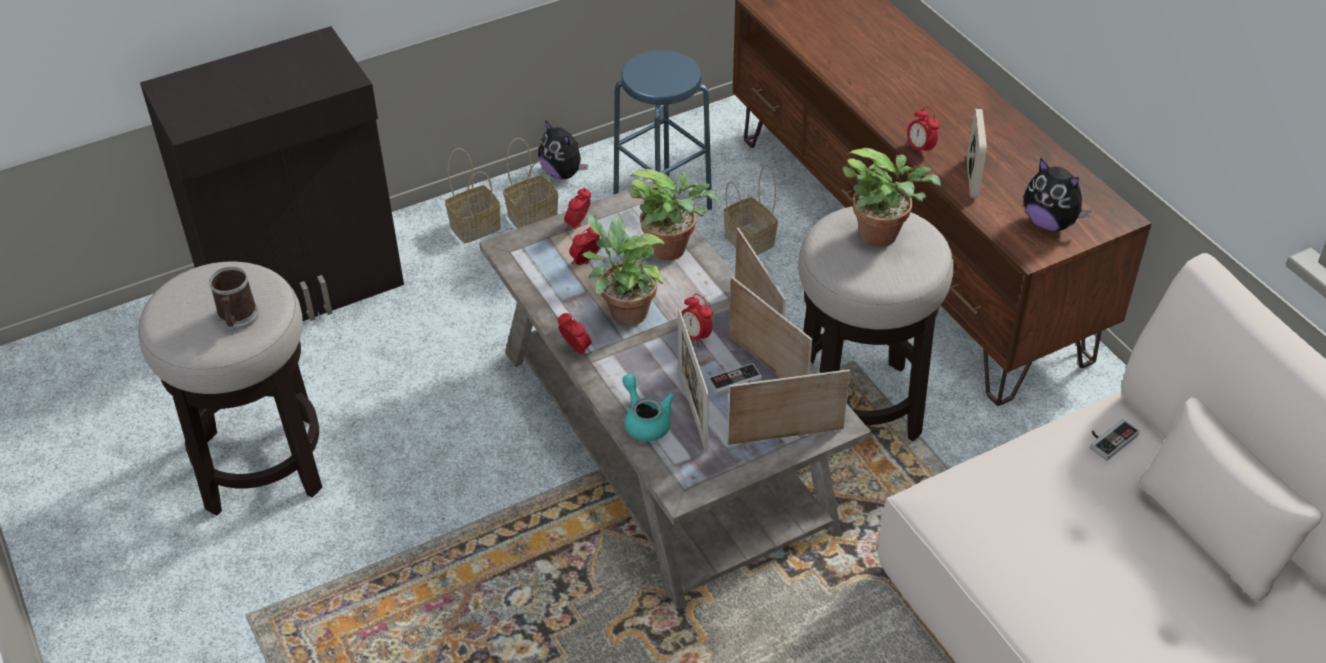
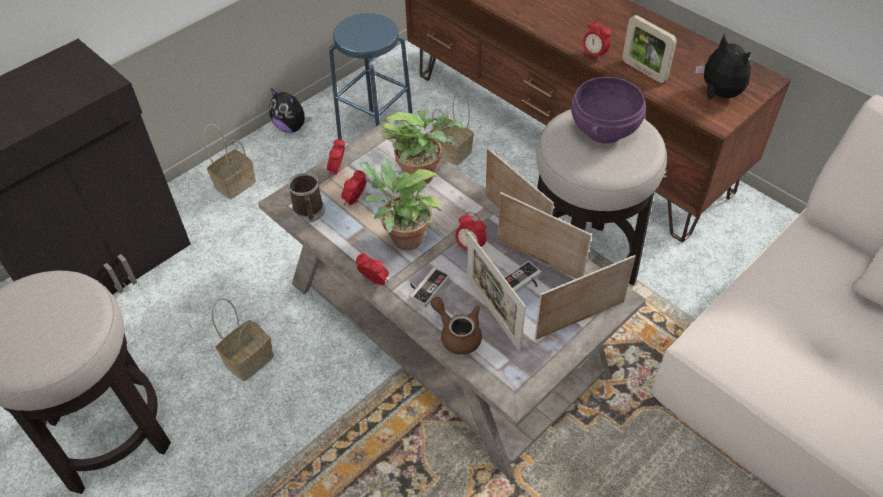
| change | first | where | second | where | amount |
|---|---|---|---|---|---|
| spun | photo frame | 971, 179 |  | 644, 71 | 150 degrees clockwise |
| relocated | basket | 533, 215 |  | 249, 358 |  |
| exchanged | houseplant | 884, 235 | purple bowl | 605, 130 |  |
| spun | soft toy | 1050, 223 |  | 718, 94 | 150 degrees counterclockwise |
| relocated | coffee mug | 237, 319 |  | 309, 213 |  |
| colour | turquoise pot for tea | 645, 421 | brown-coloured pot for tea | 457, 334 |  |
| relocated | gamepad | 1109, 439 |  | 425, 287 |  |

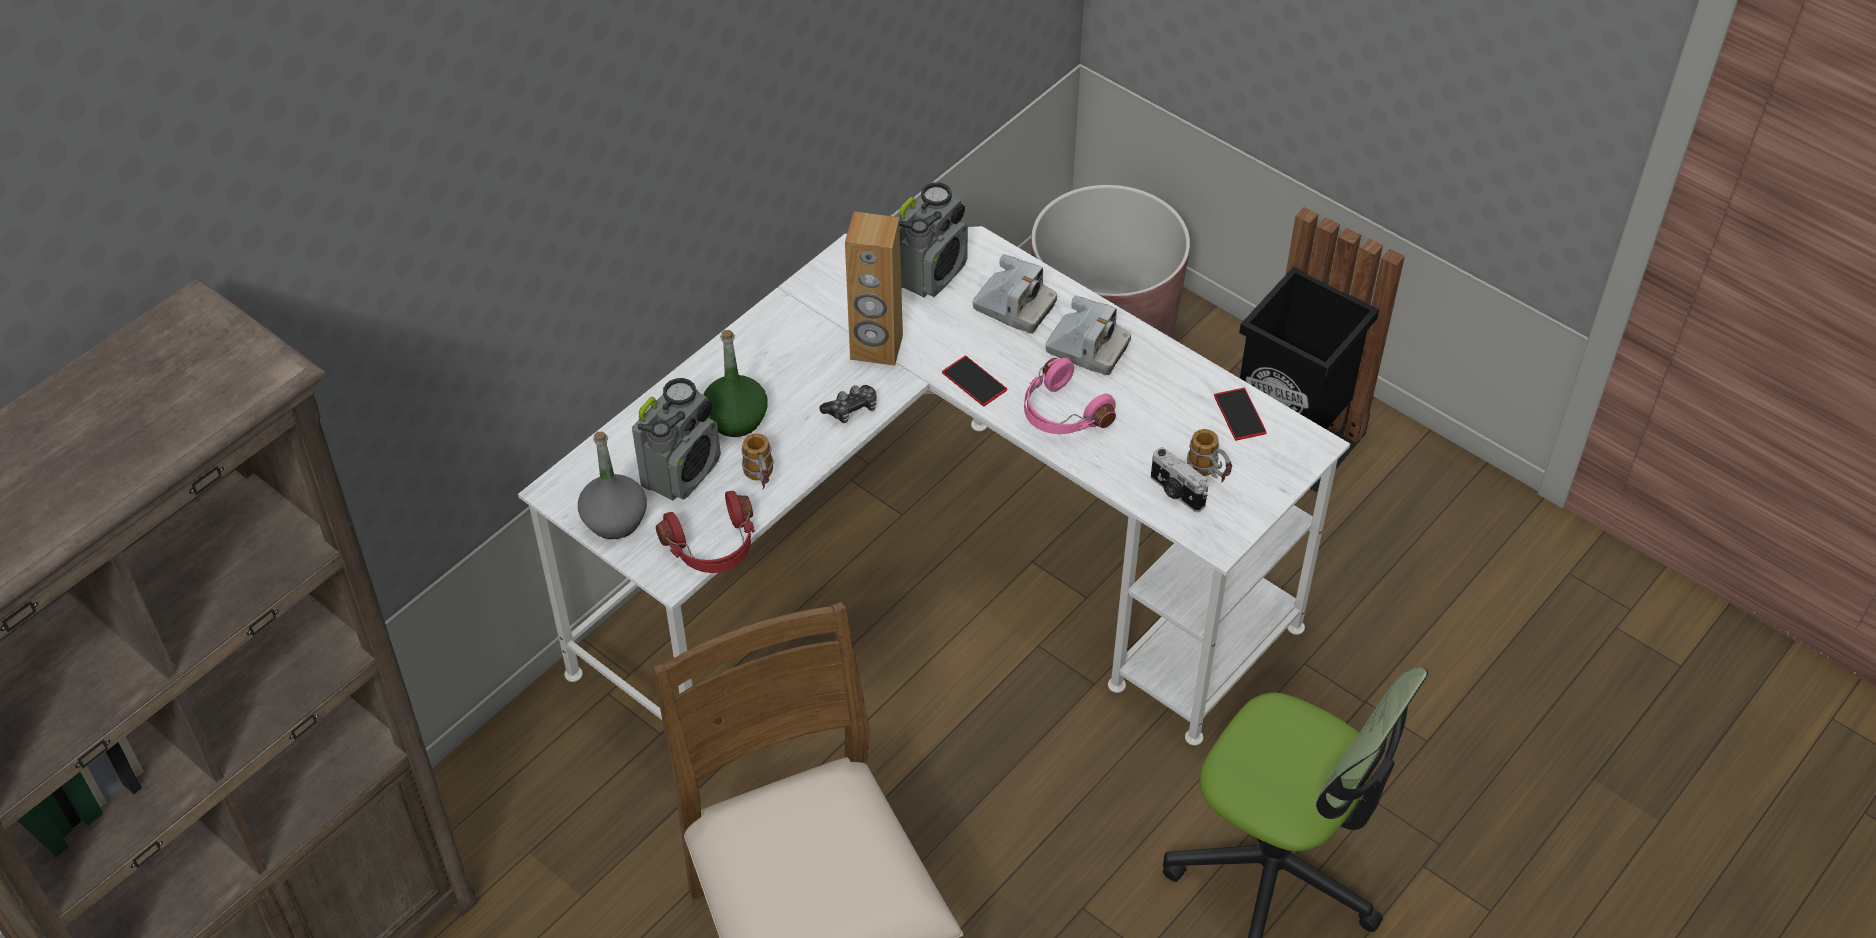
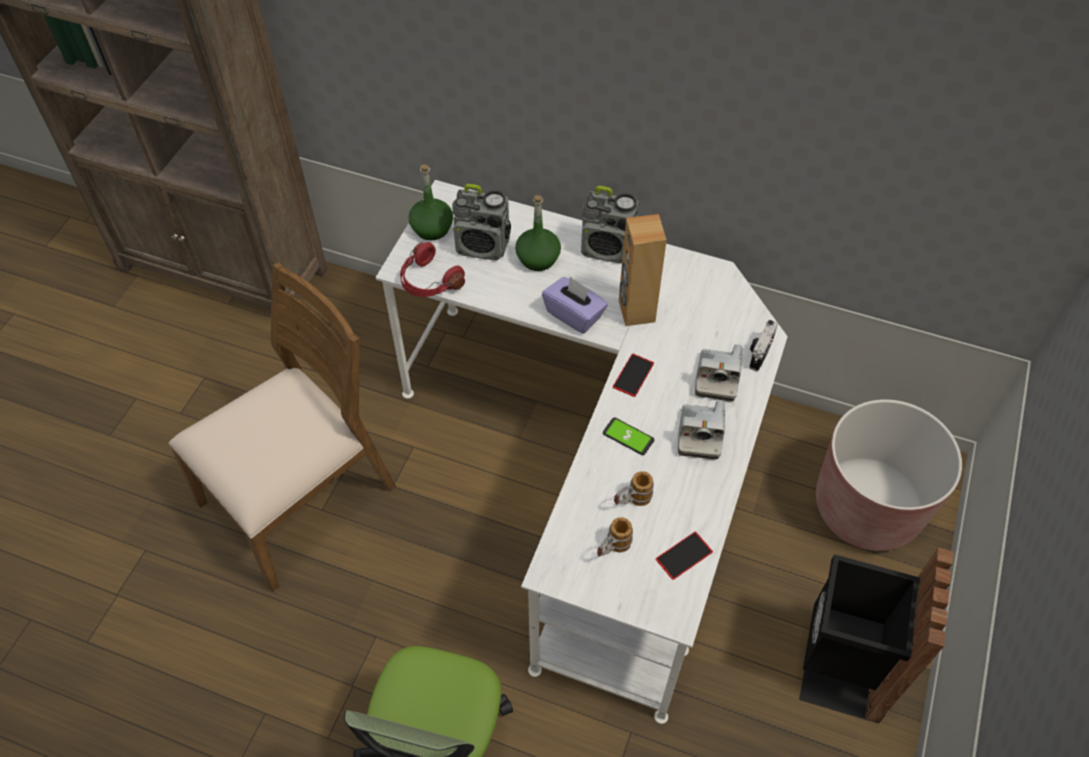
| change | first | where | second | where | amount |
|---|---|---|---|---|---|
| relocated | radio set | 931, 273 |  | 607, 249 |  |
| exchanged | pink pair of headphones | 1062, 413 | telephone | 628, 436 |  |
| exchanged | gamepad | 851, 409 | purple tissue holder | 574, 314 |  |
| colour | greyish beverage bottle | 614, 519 | green-coloured beverage bottle | 432, 228 |  |
| relocated | coffee mug | 761, 480 |  | 631, 502 |  |
| relocated | still camera | 1176, 492 |  | 759, 352 |  |

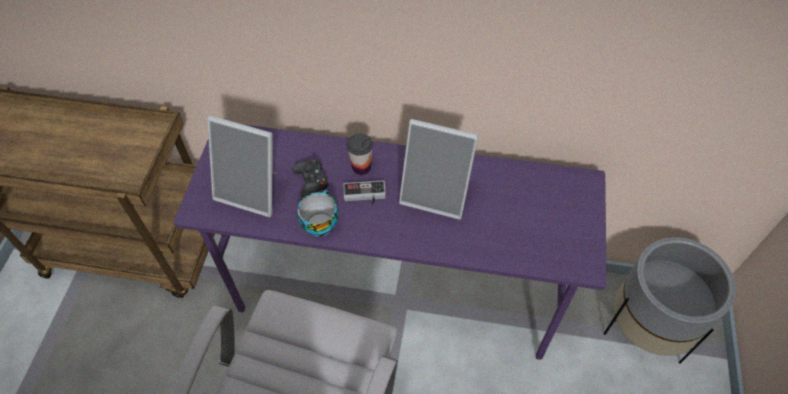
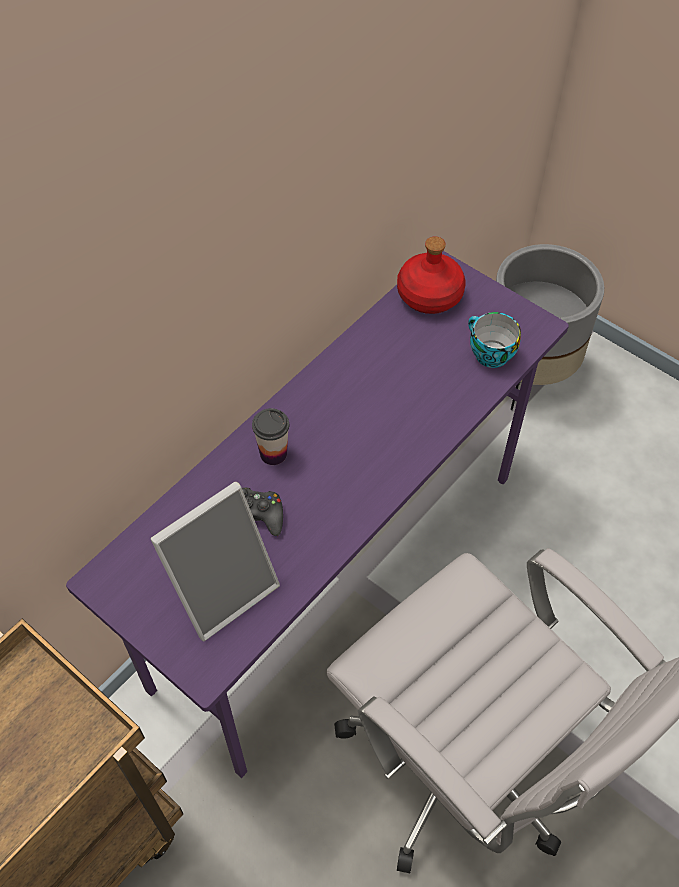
| change | first | where | second | where | amount |
|---|---|---|---|---|---|
| missing | photo frame | 436, 194 |  |  |  |
| missing | gamepad | 364, 196 |  |  |  |
| relocated | cup | 319, 223 |  | 488, 354 |  |
| appeared |  |  | red beverage bottle | 429, 296 |  |

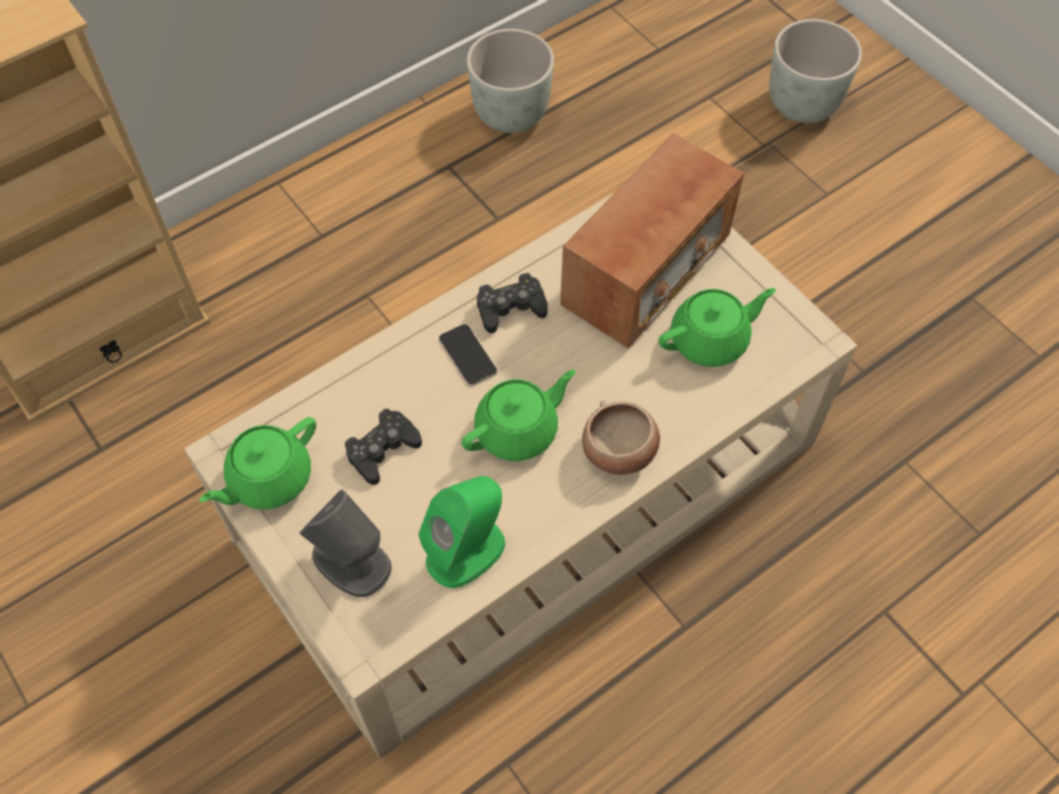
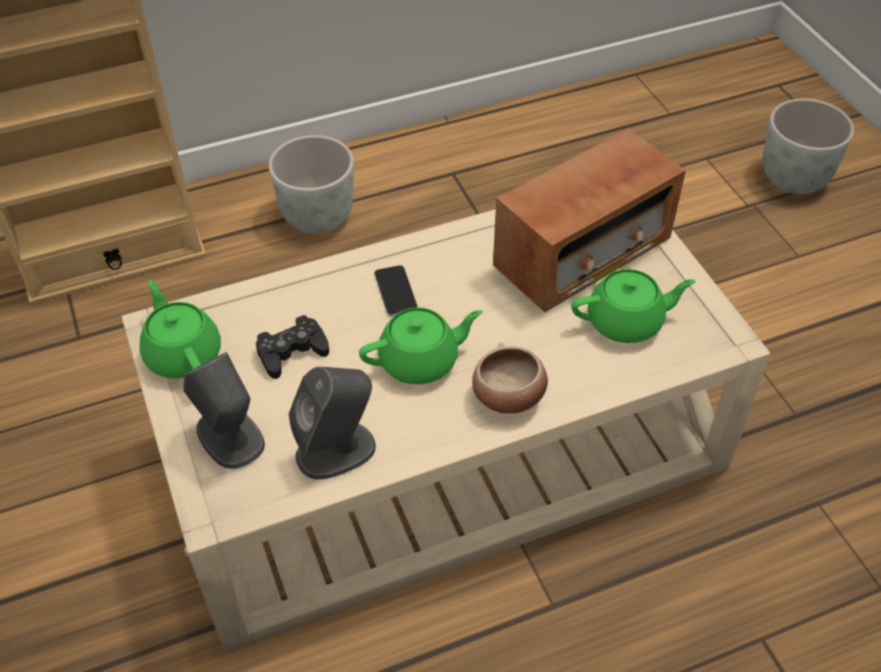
| change | first | where | second | where | amount |
|---|---|---|---|---|---|
| relocated | greyish flower pot | 512, 114 |  | 319, 217 |  |
| missing | blackish gamepad | 510, 308 |  |  |  |
| spun | green-coloured pot for tea | 268, 479 |  | 183, 354 | 90 degrees clockwise |
| colour | green-coloured speaker | 466, 551 | greyish speaker | 337, 450 |  |

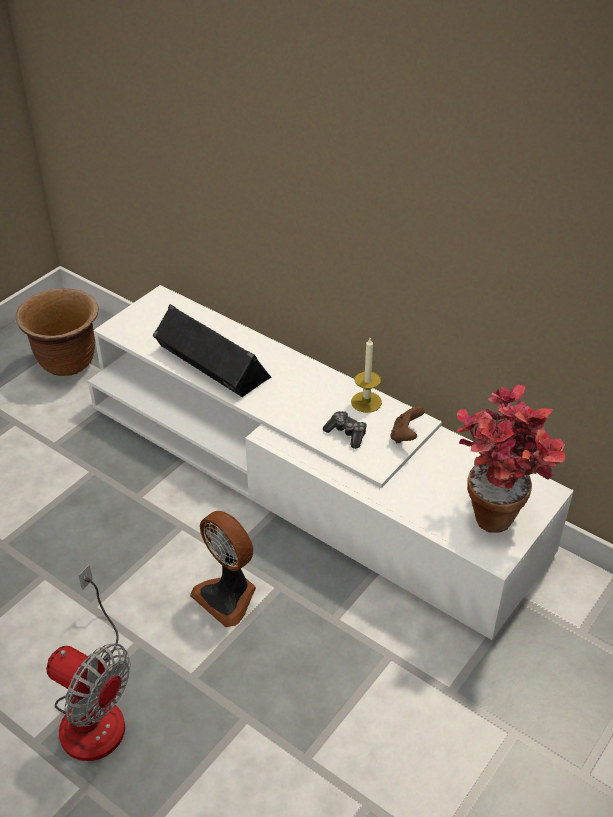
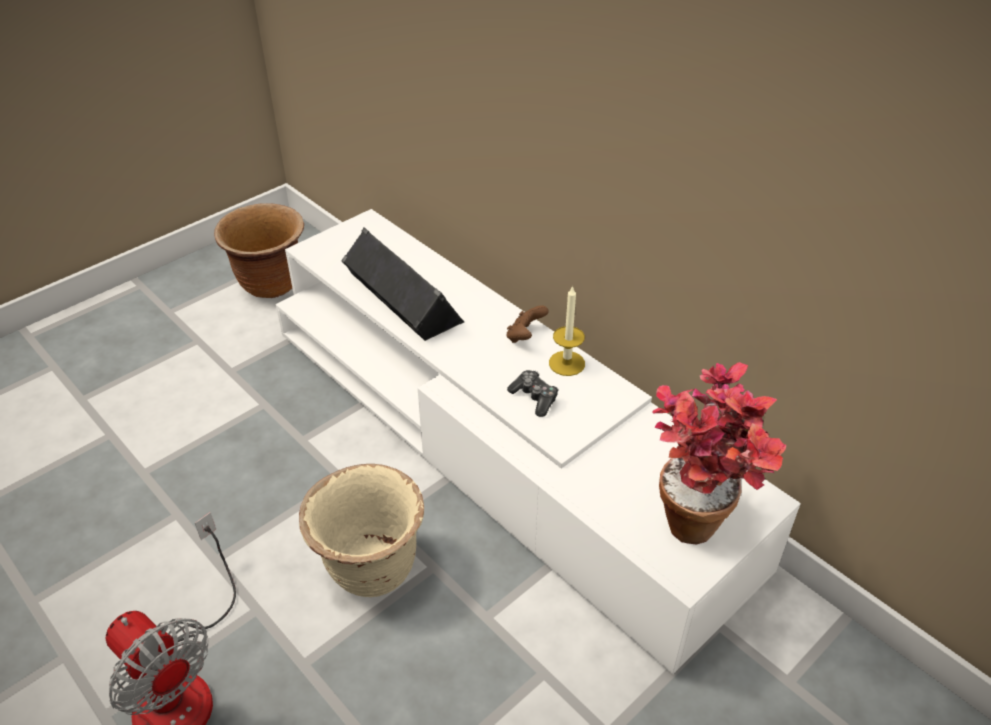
| change | first | where | second | where | amount |
|---|---|---|---|---|---|
| relocated | brown-coloured gamepad | 405, 436 |  | 525, 336 |  |
| exchanged | electric fan | 228, 596 | sand-coloured flower pot | 371, 569 |  |

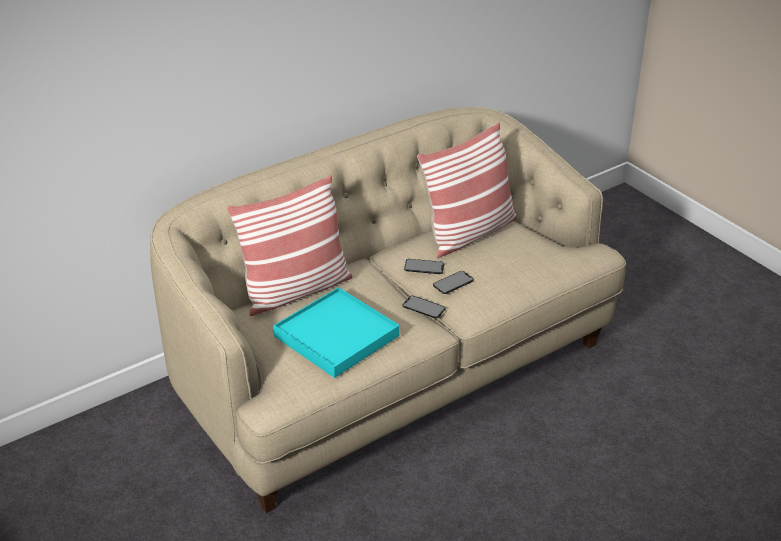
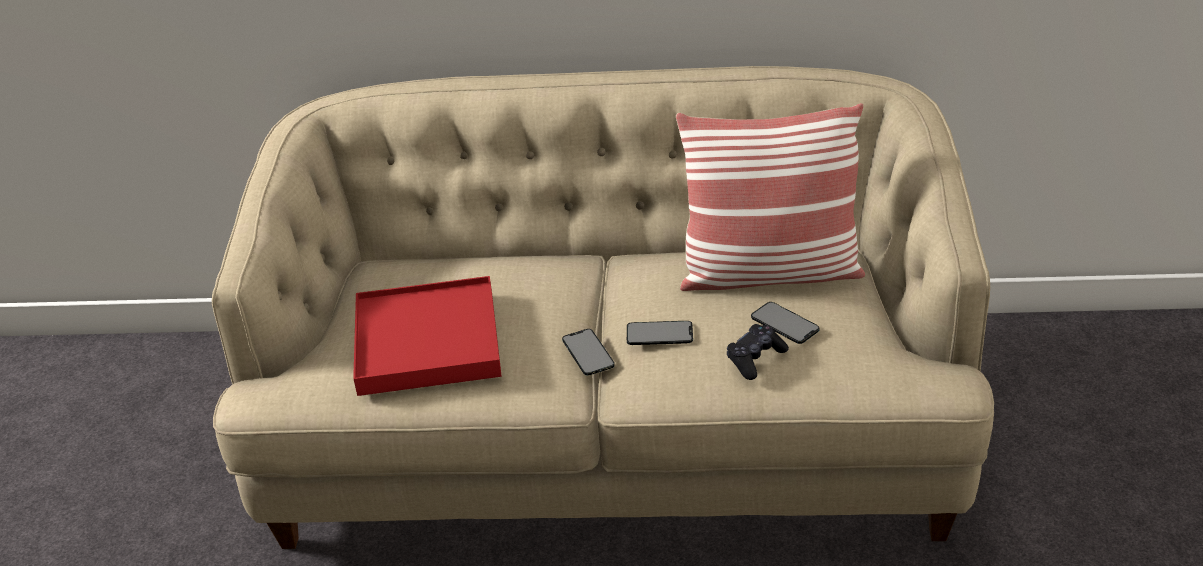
| change | first | where | second | where | amount |
|---|---|---|---|---|---|
| missing | pillow | 295, 290 |  |  |  |
| relocated | telephone | 424, 267 |  | 784, 323 |  |
| colour | turquoise tray | 336, 336 | red tray | 427, 341 |  |
| appeared |  |  | blackish gamepad | 755, 359 |  |

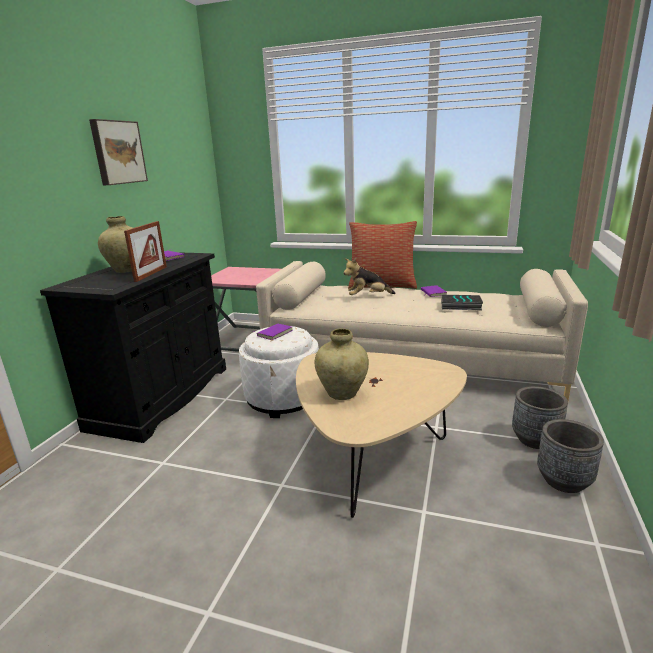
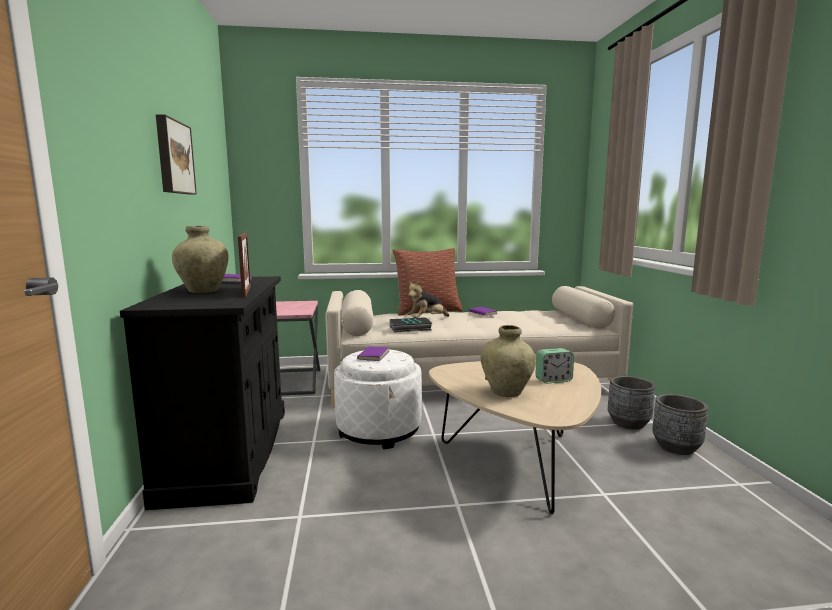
| change | first | where | second | where | amount |
|---|---|---|---|---|---|
| relocated | volume | 460, 306 |  | 410, 328 |  |
| appeared |  |  | table clock | 553, 380 |  |

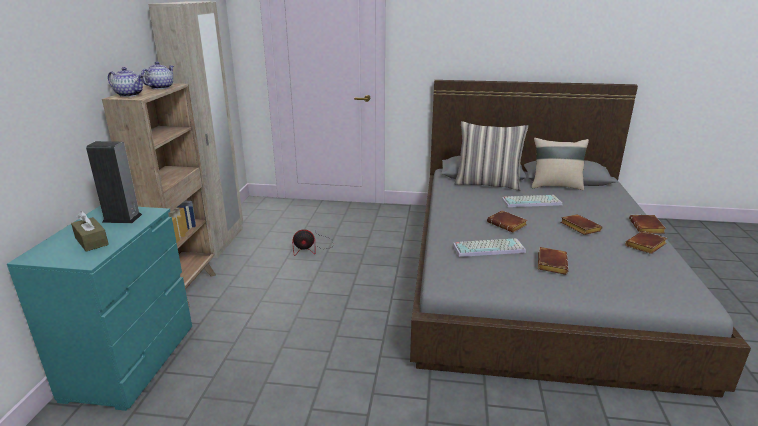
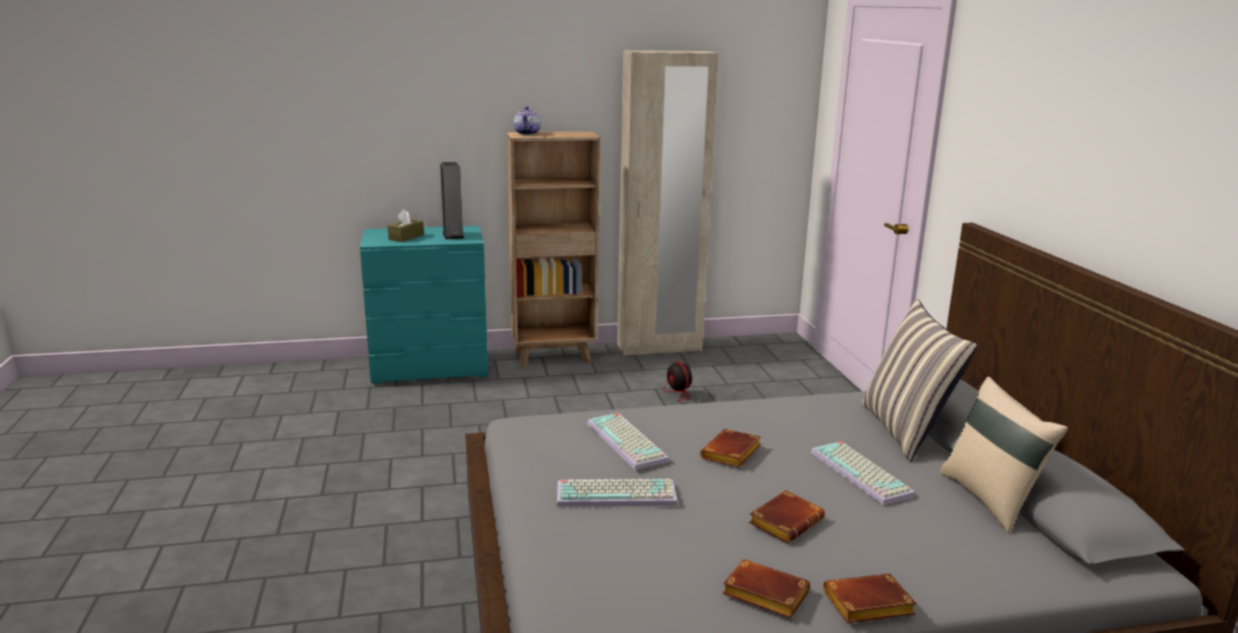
| change | first | where | second | where | amount |
|---|---|---|---|---|---|
| missing | pot for tea | 160, 87 |  |  |  |
| exchanged | brown-coloured volume | 550, 263 | PC keyboard | 617, 493 |  |

